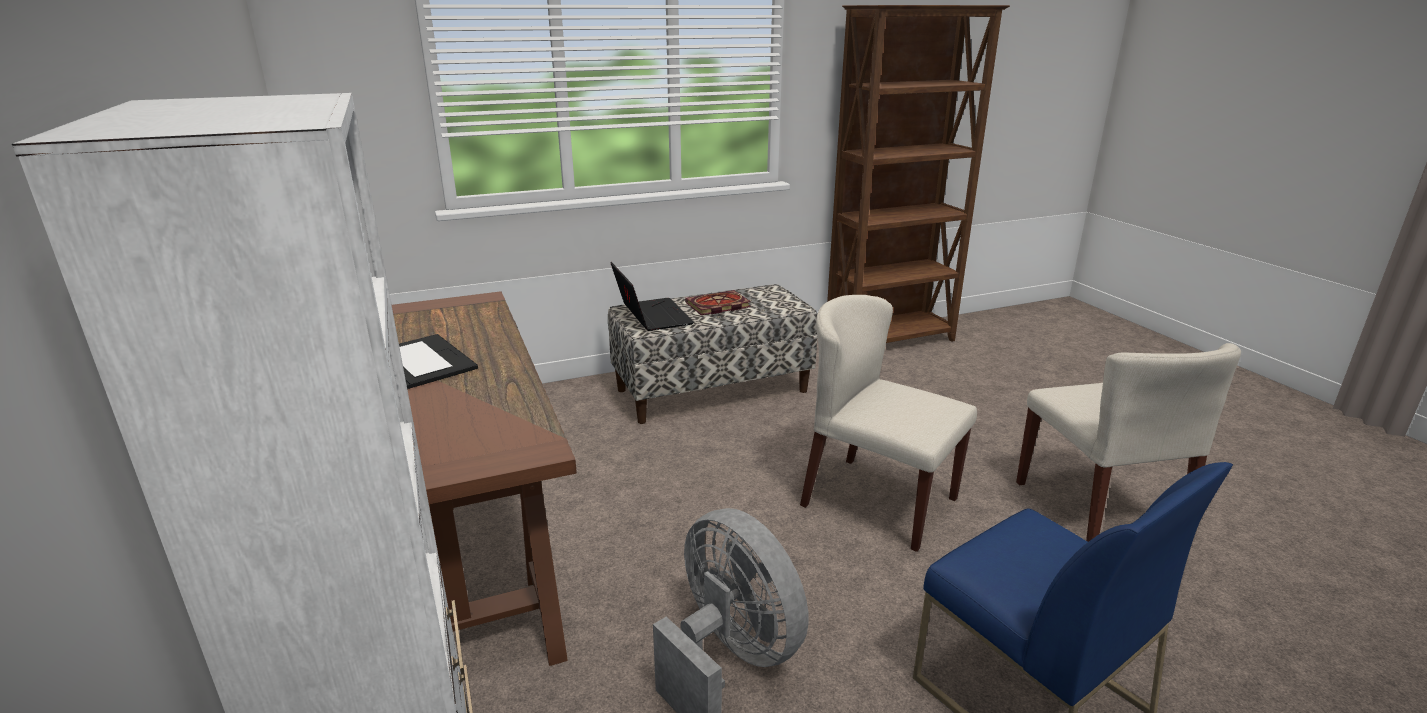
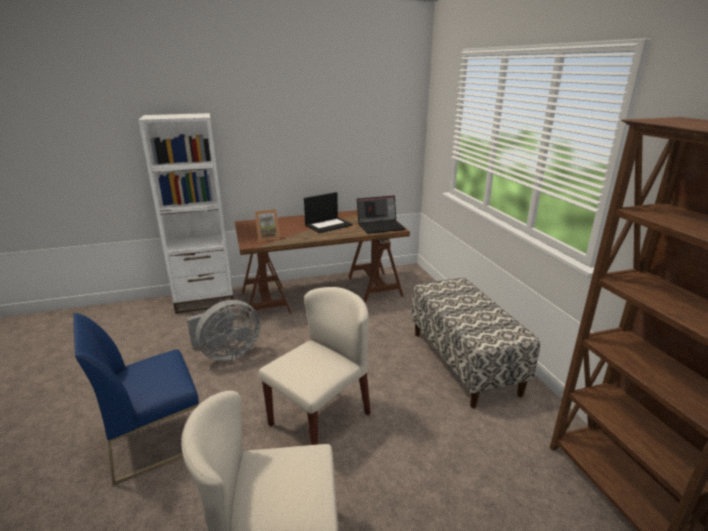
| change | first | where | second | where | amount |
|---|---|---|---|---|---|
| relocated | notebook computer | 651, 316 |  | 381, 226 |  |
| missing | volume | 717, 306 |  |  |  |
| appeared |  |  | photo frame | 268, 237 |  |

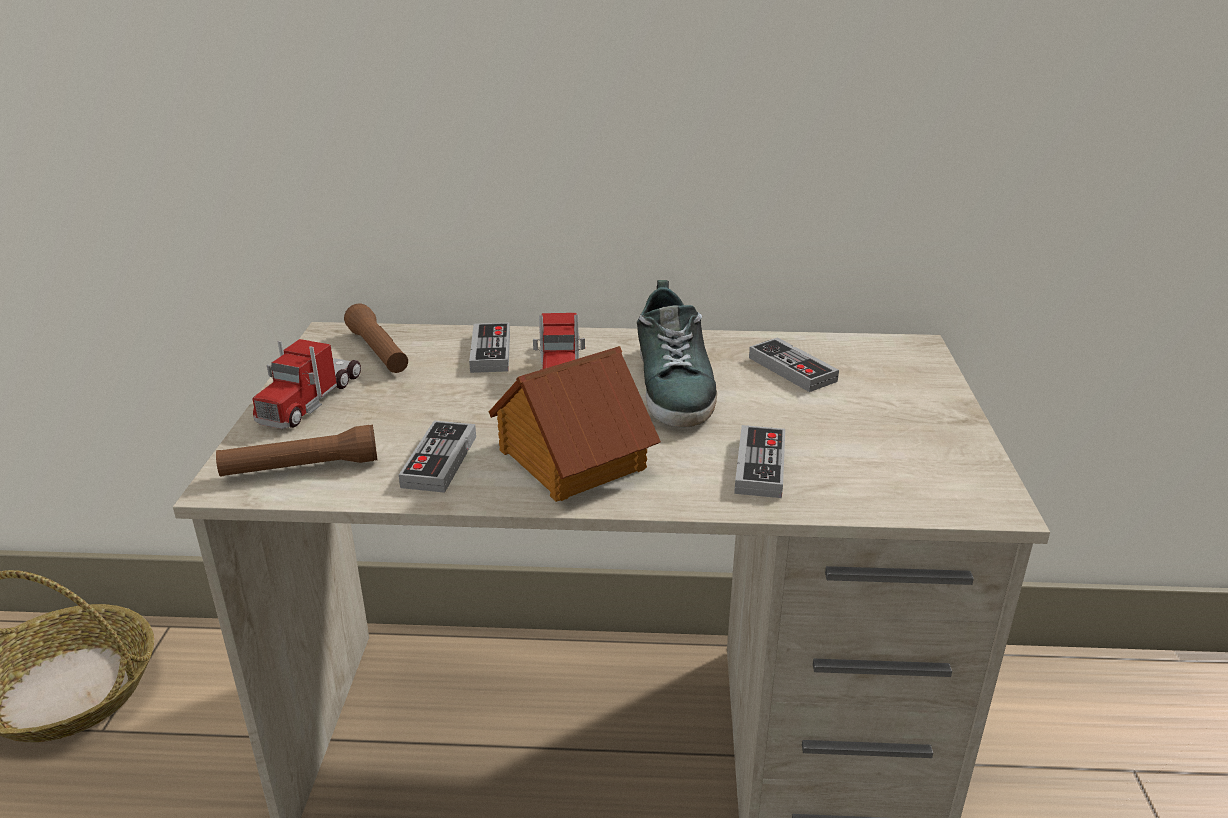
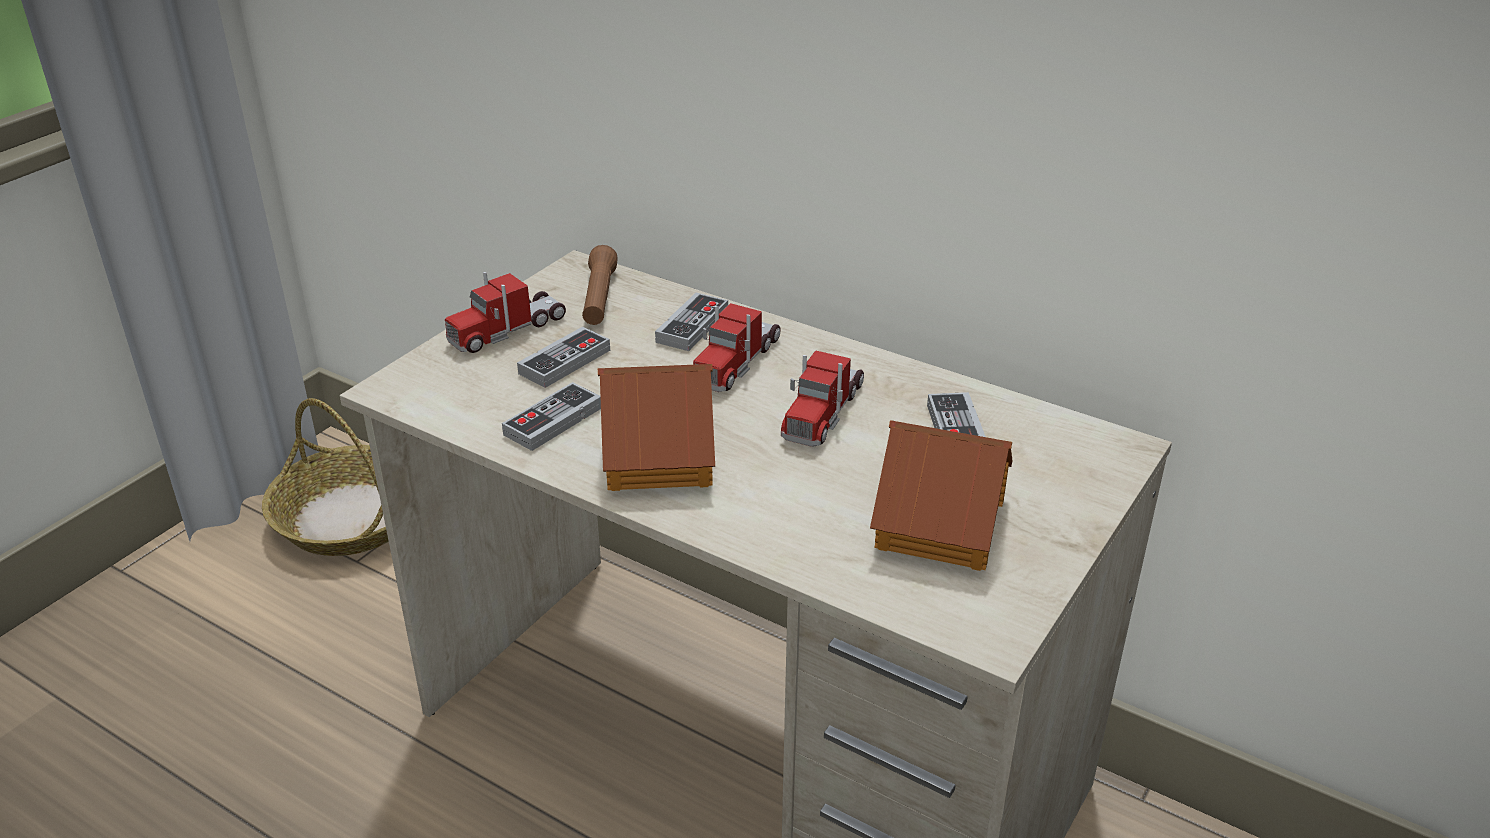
| change | first | where | second | where | amount |
|---|---|---|---|---|---|
| exchanged | low shoe | 675, 384 | toy truck | 823, 412 |  |
| missing | brown-coloured torch | 301, 468 |  |  |  |
| relocated | gamepad | 760, 466 |  | 564, 362 |  |
| appeared |  |  | model house | 938, 522 |  |

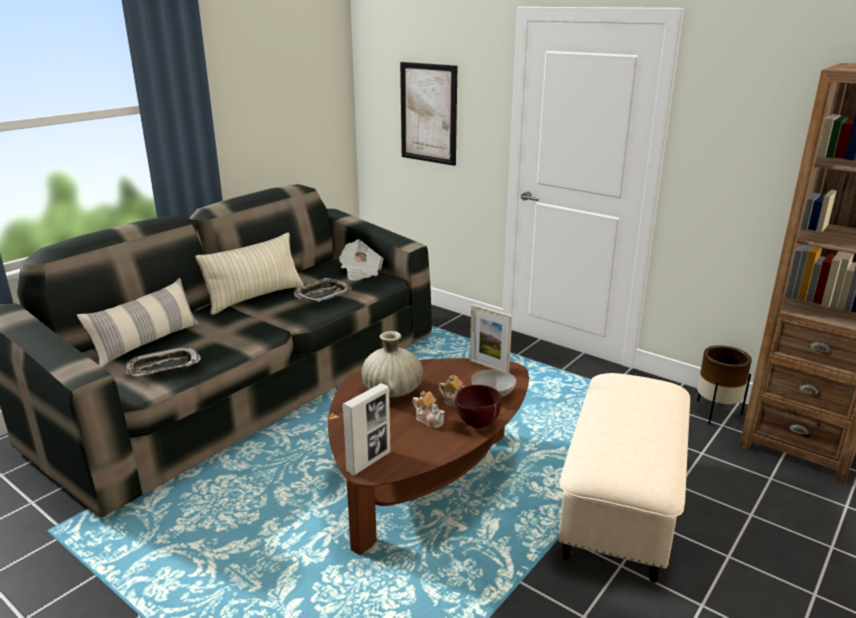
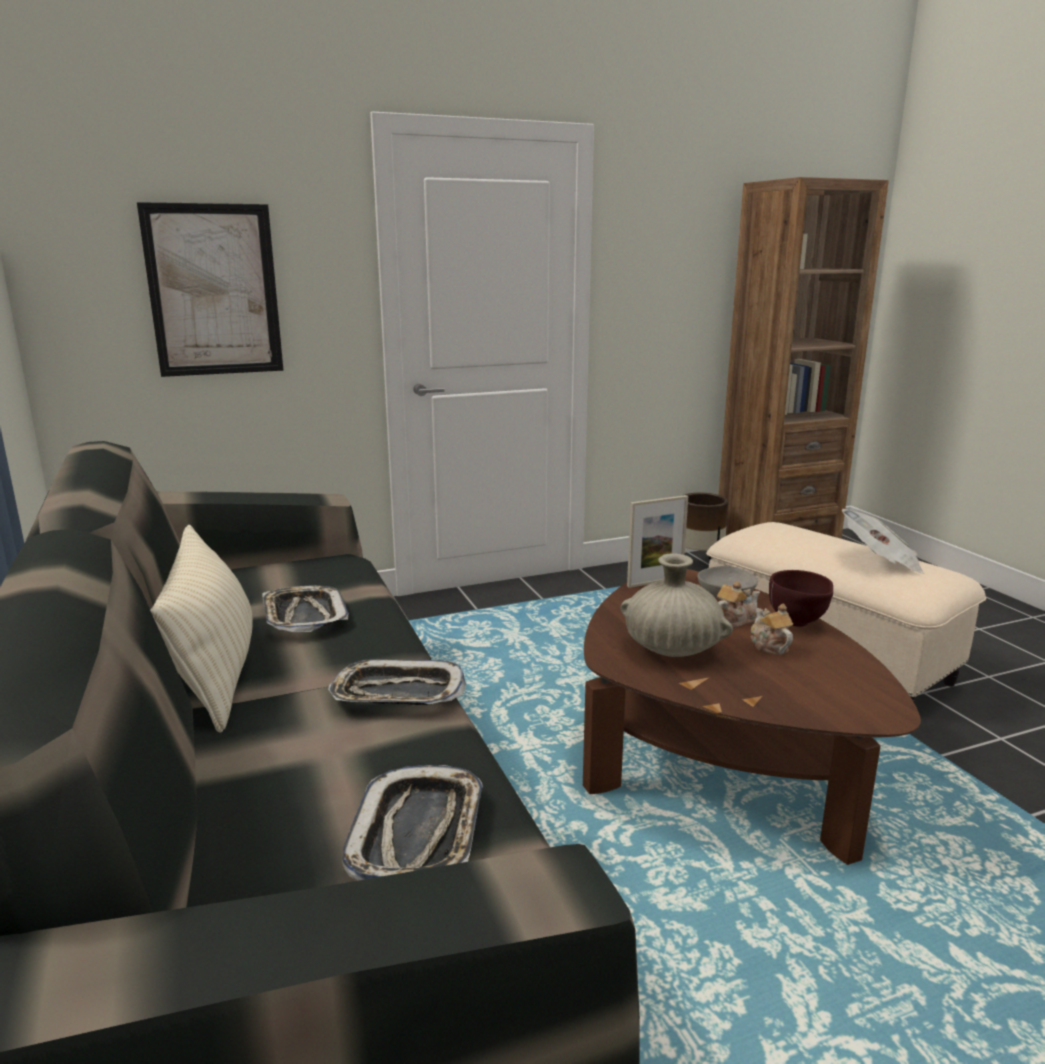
| change | first | where | second | where | amount |
|---|---|---|---|---|---|
| relocated | newspaper | 361, 272 |  | 881, 562 |  |
| missing | pillow | 147, 343 |  |  |  |
| missing | photo frame | 369, 461 |  |  |  |
| spun | pot for tea | 429, 420 |  | 769, 645 | 90 degrees counterclockwise |
| appeared |  |  | tray | 398, 693 |  |

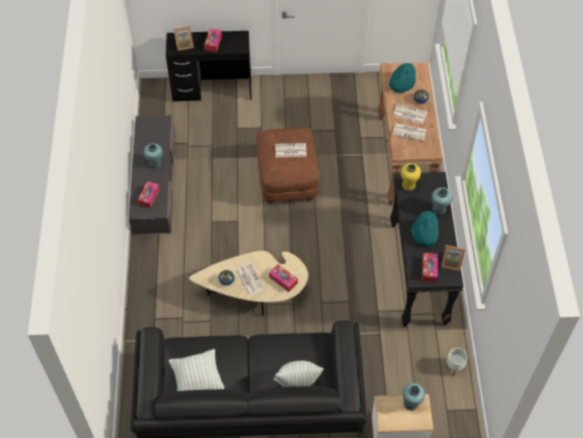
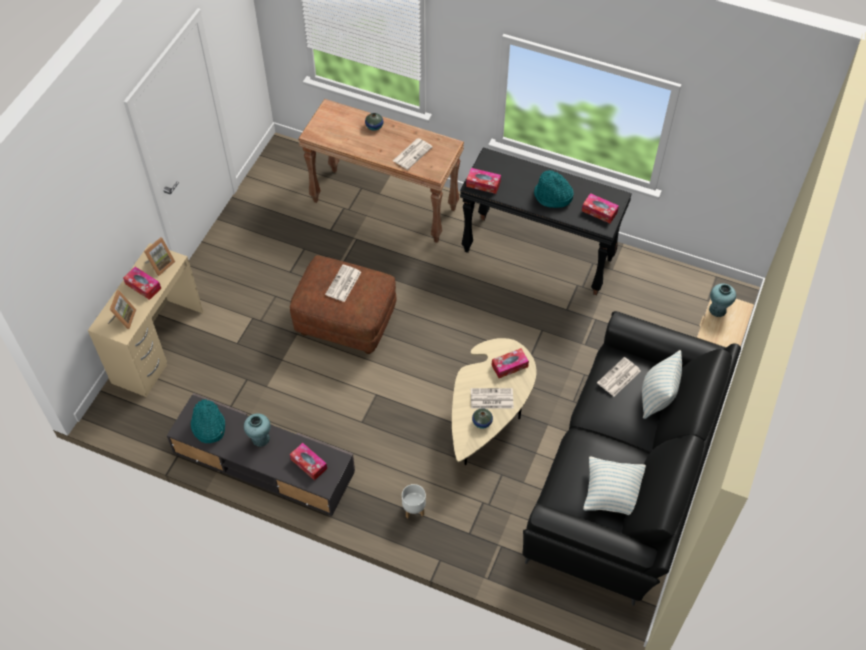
| change | first | where | second | where | amount |
|---|---|---|---|---|---|
| colour | blackish desk table | 212, 89 | sand-coloured desk table | 157, 346 |  |
| relocated | turquoise wearable hat | 402, 83 |  | 208, 427 |  |
| relocated | newspaper | 409, 114 |  | 618, 377 |  |
| exchanged | yellow flower vase | 408, 185 | tissue holder | 483, 184 |  |
| missing | turquoise flower vase | 439, 209 |  |  |  |
| relocated | photo frame | 451, 262 |  | 160, 264 |  |
| relocated | white flower pot | 454, 367 |  | 414, 508 |  |

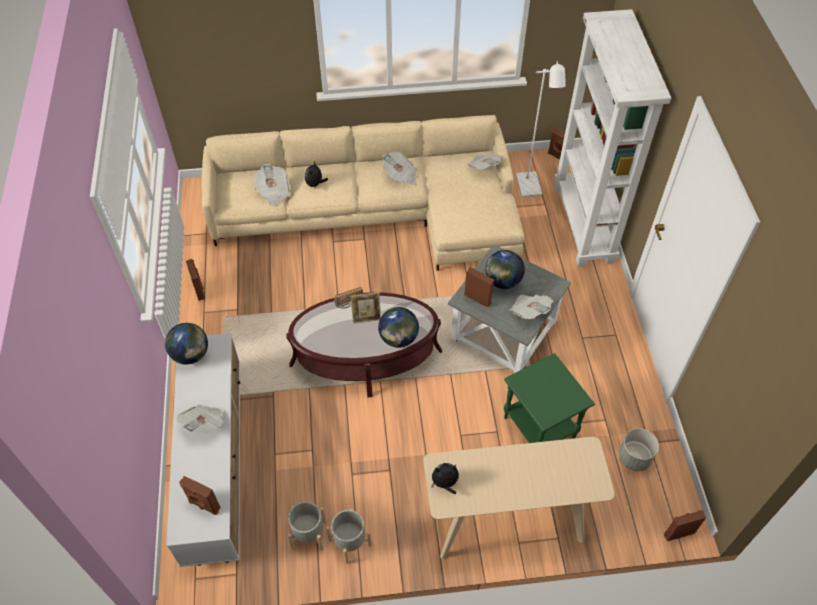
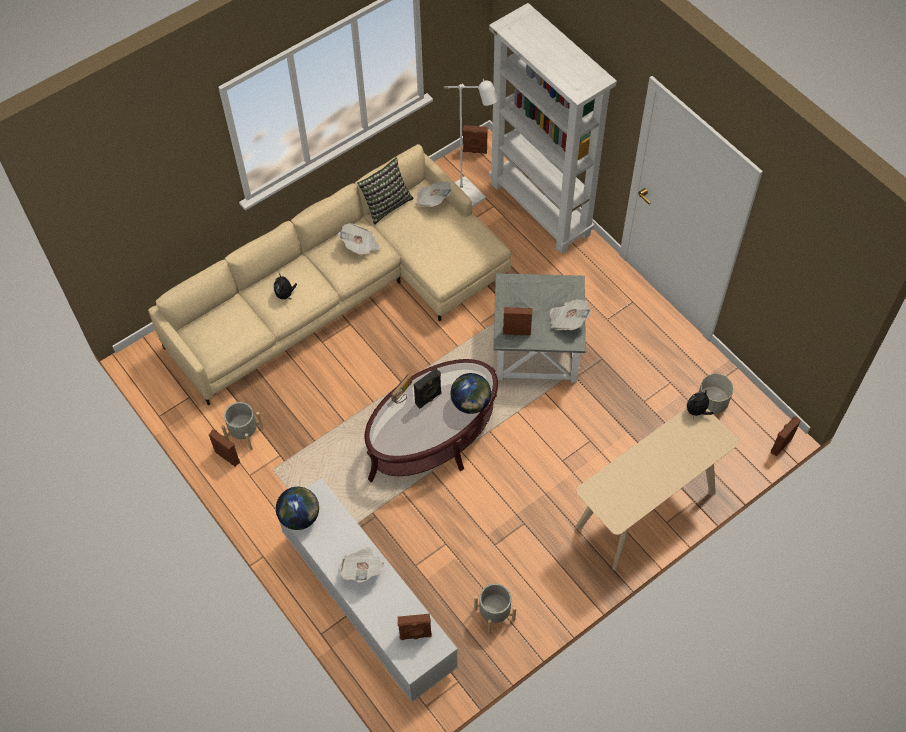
| change | first | where | second | where | amount |
|---|---|---|---|---|---|
| missing | newspaper | 273, 192 |  |  |  |
| missing | globe | 502, 281 |  |  |  |
| exchanged | photo frame | 366, 317 | blackish speaker | 429, 399 |  |
| missing | green-coloured end table | 537, 427 |  |  |  |
| relocated | soft toy | 445, 483 |  | 697, 411 |  |
| relocated | greyish flower pot | 349, 542 |  | 244, 434 |  |
| appeared |  |  | pillow | 386, 204 |  |

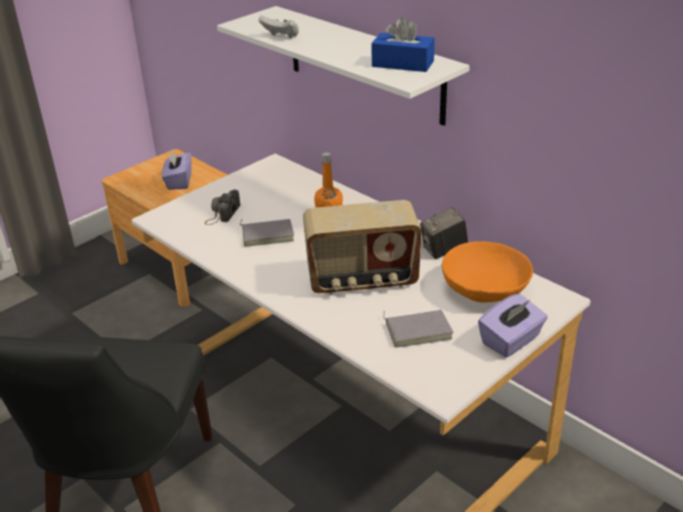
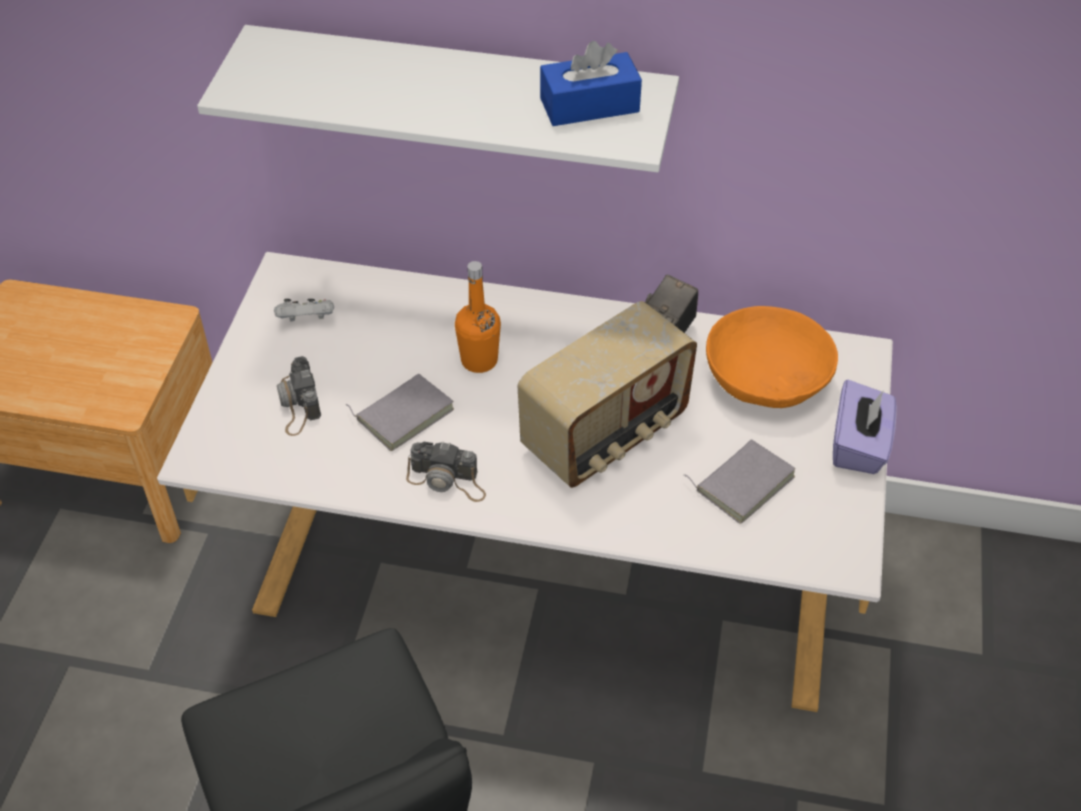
| change | first | where | second | where | amount |
|---|---|---|---|---|---|
| relocated | white gamepad | 281, 37 |  | 307, 320 |  |
| missing | purple tissue holder | 179, 181 |  |  |  |
| appeared |  |  | still camera | 447, 480 |  |

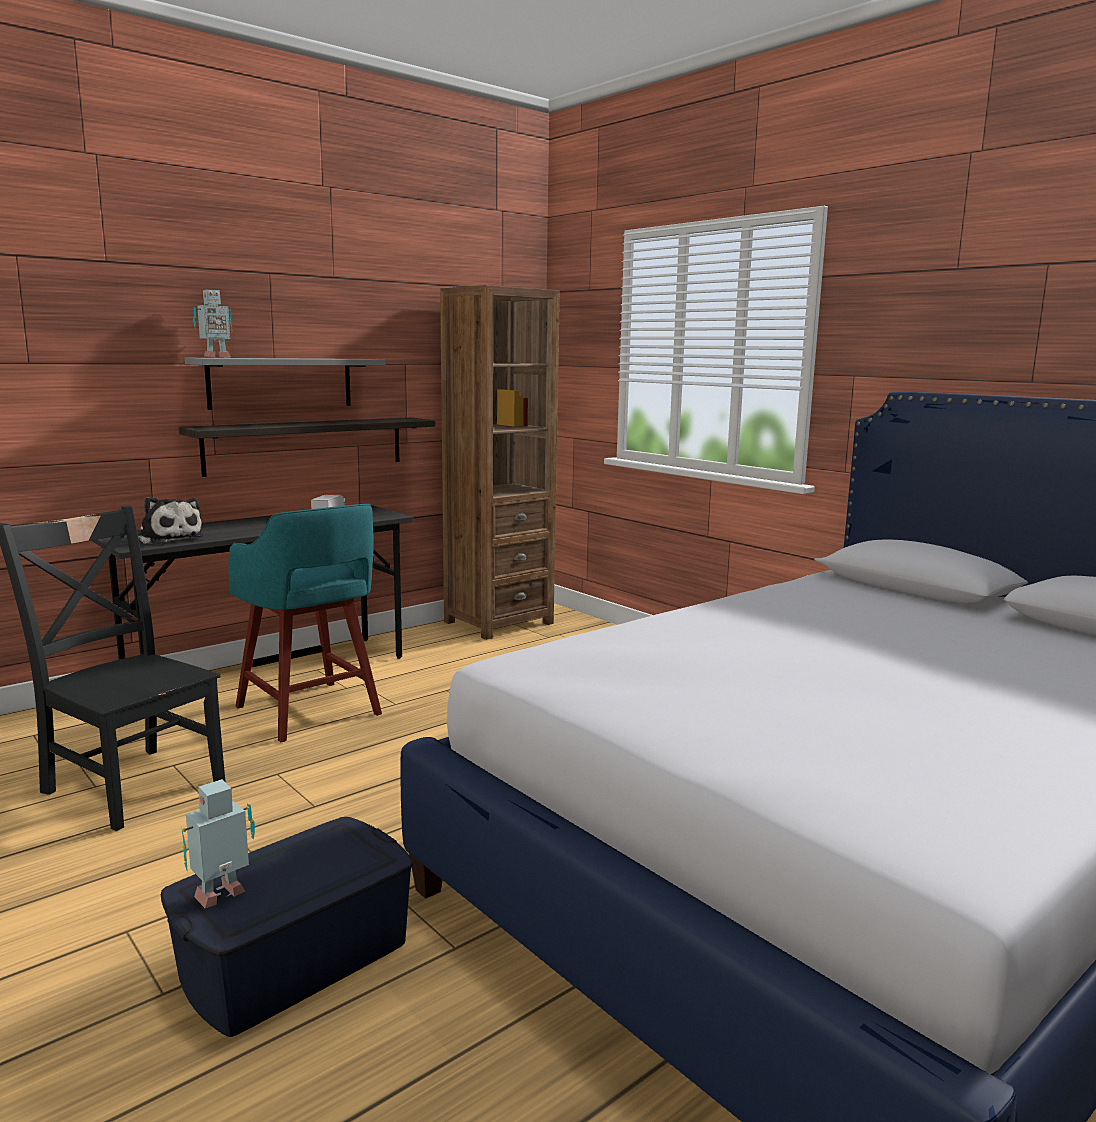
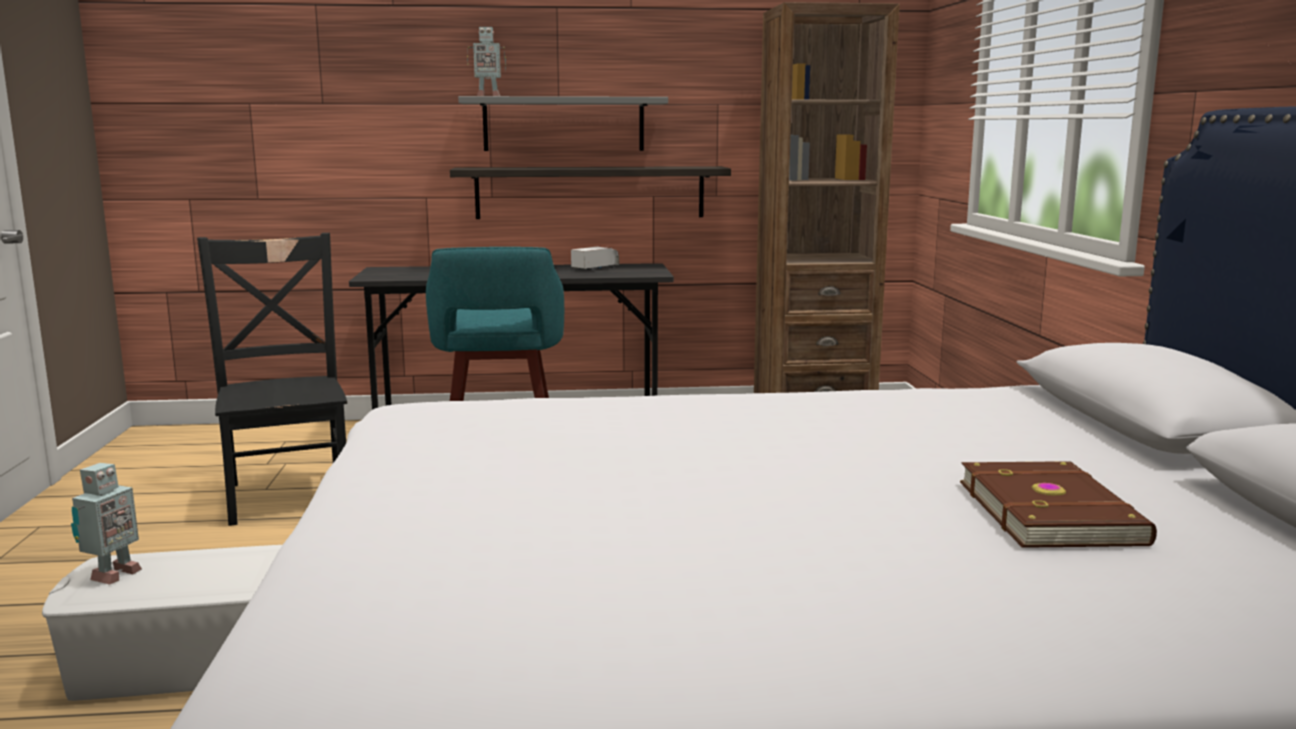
| change | first | where | second | where | amount |
|---|---|---|---|---|---|
| missing | soft toy | 169, 538 |  |  |  |
| spun | toy robot | 223, 896 |  | 112, 575 | 120 degrees clockwise |
| colour | blue-coloured storage container | 294, 959 | white storage container | 188, 662 |  |
| appeared |  |  | brown-coloured volume | 1052, 512 |  |

